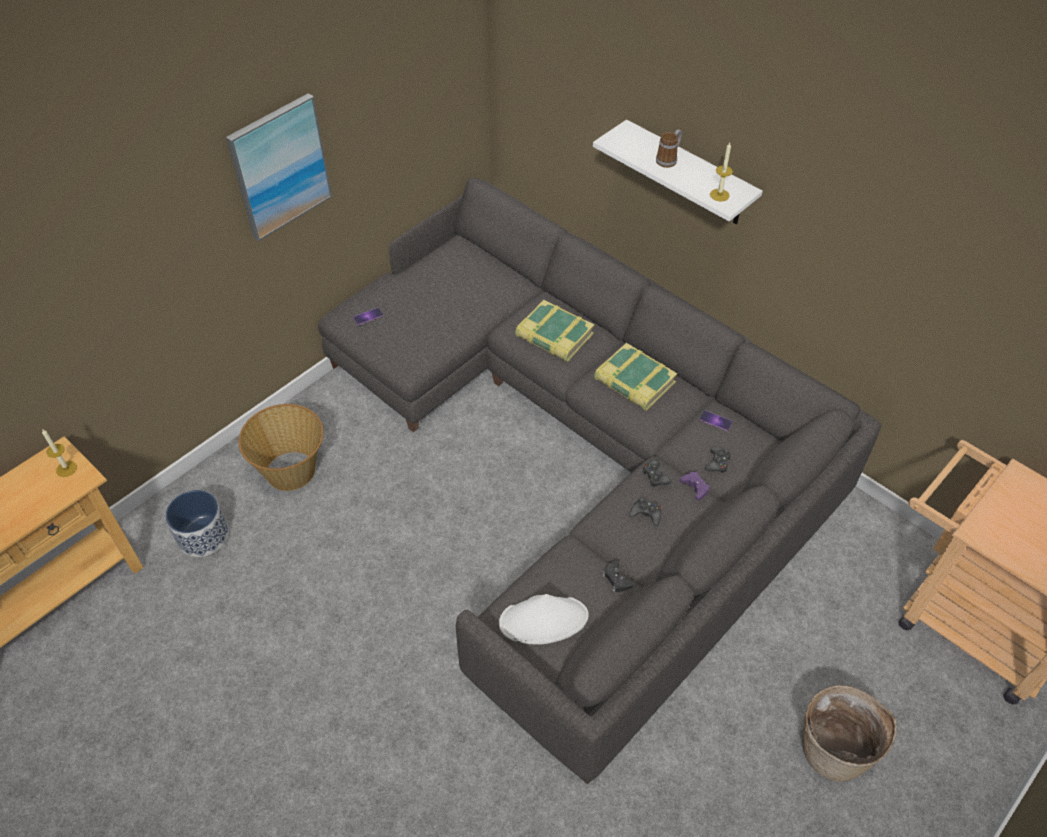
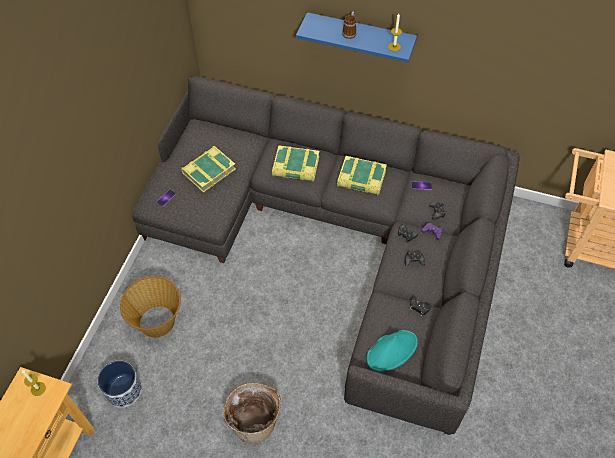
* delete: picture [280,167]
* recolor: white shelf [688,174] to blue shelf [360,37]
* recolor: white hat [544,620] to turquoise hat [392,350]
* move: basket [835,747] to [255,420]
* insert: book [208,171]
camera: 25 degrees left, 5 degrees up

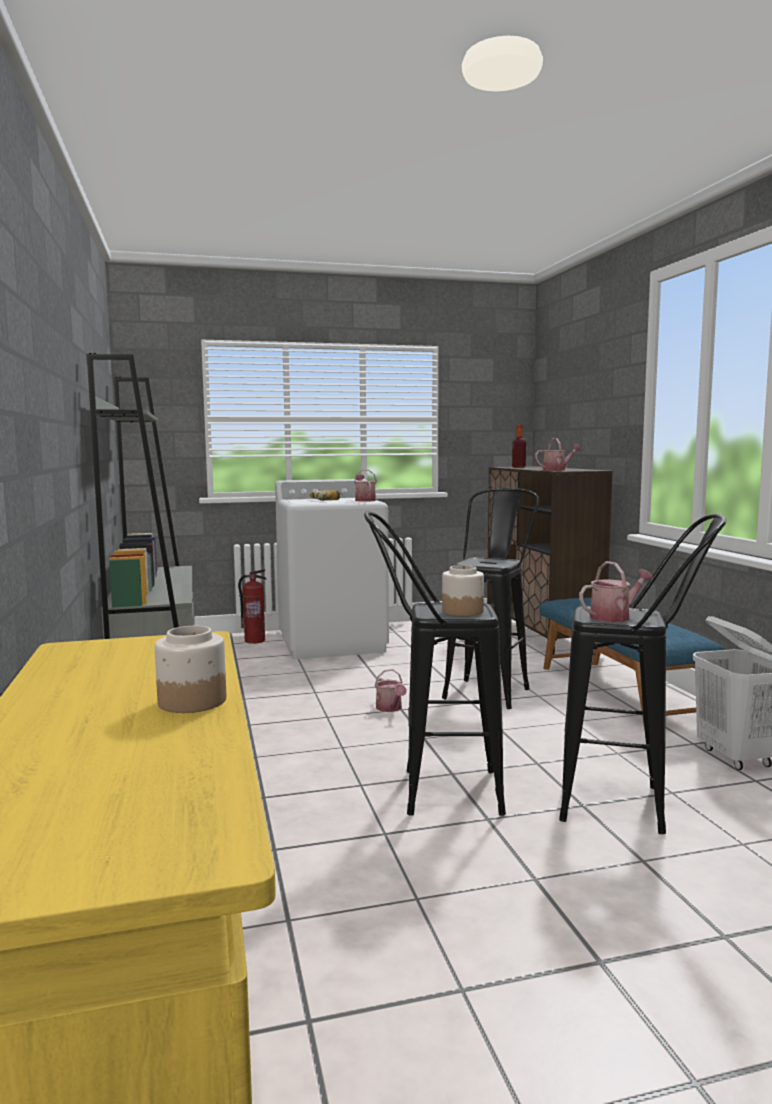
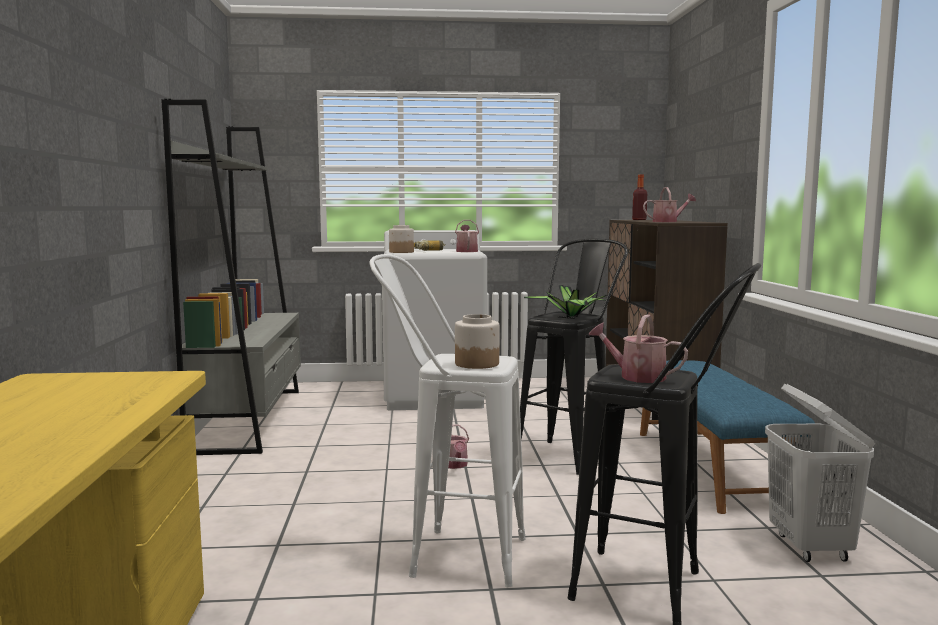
* recolor: black stool [432,792] to white stool [449,555]
* rotate: watering can [614,617] = [636,377] 135 degrees counterclockwise
* delete: fire extinguisher [255,640]
* move: jar [191,701] to [401,252]
* insert: potted plant [571,317]
camera: 10 degrees right, 0 degrees up

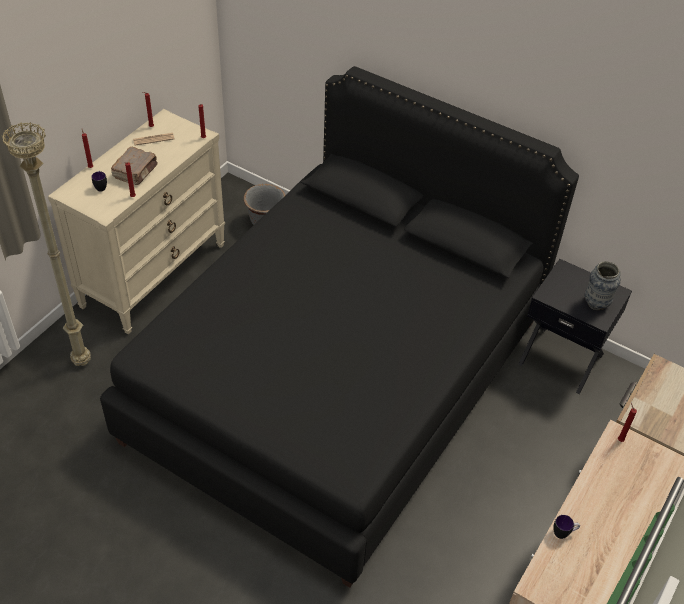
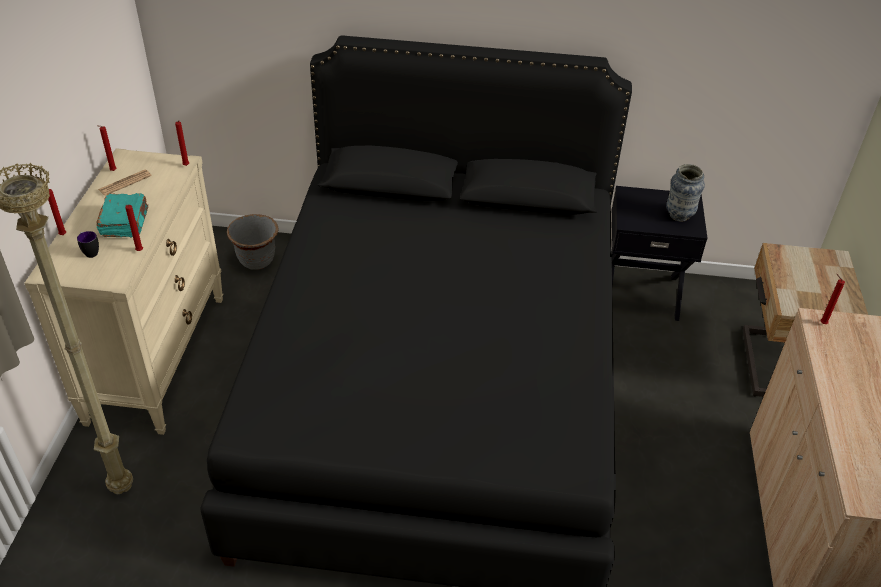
* recolor: brown book [136,172] to turquoise book [125,223]
* delete: mug [563,533]
camera: 25 degrees left, 5 degrees down

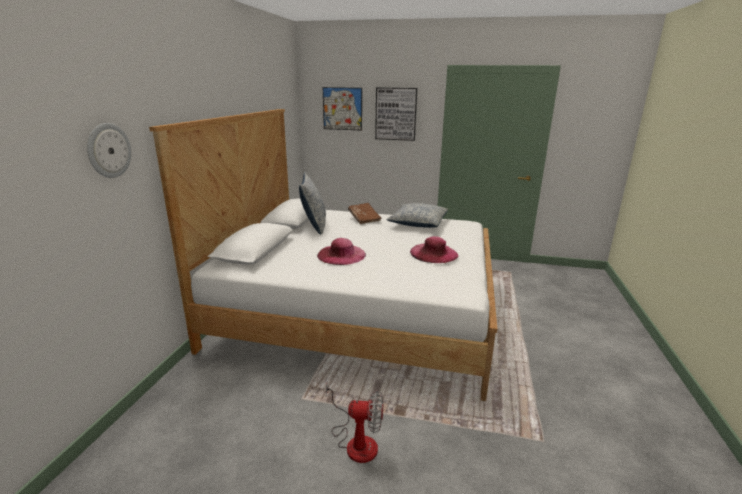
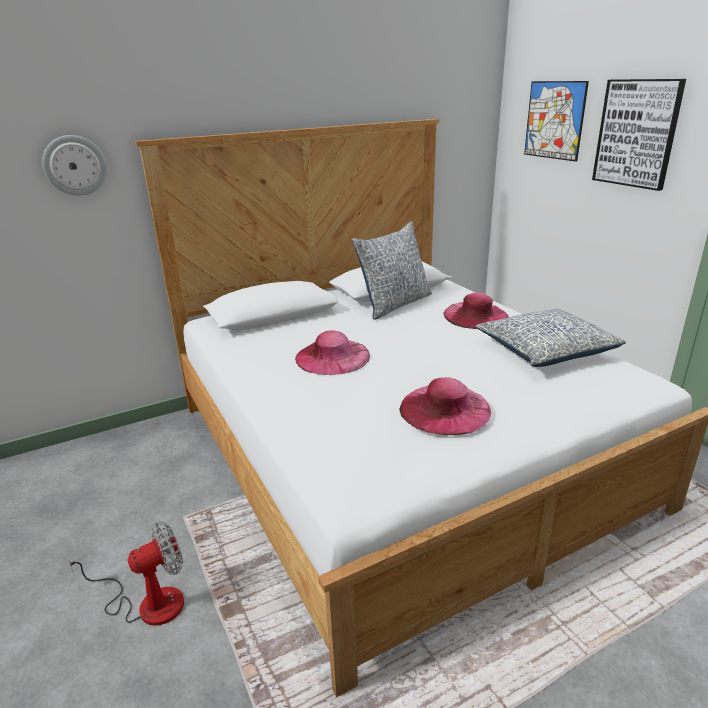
* replace: brown book [364,219] to pink hat [475,315]
* rotate: fan [356,441] = [147,602] 90 degrees counterclockwise
camera: 50 degrees right, 5 degrees up

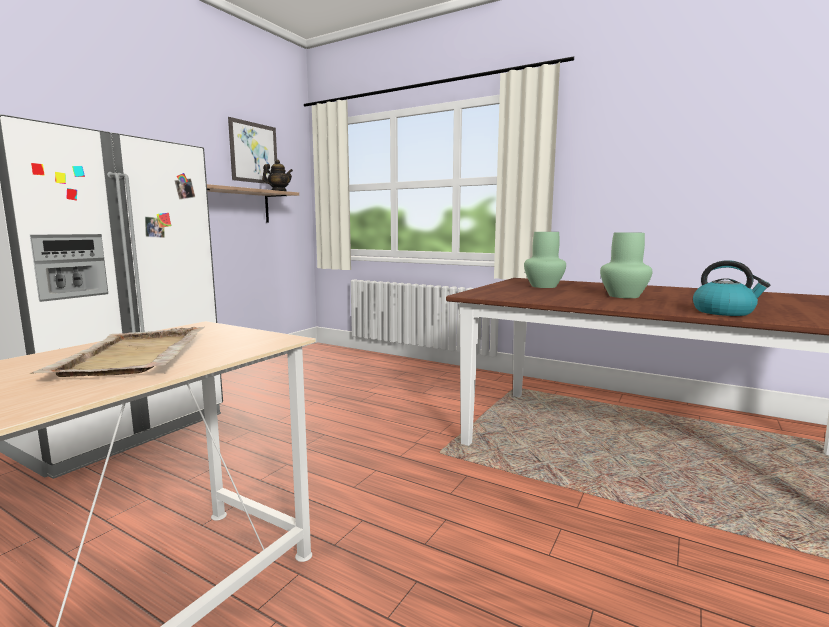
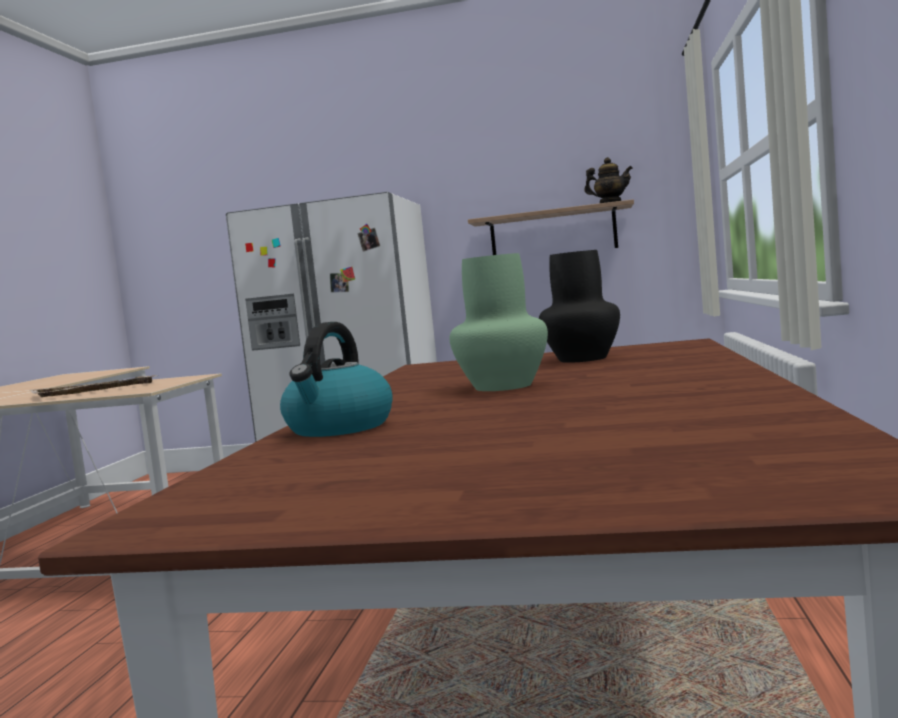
* delete: picture [254,153]
* recolor: green vase [544,286] to black vase [581,359]
camera: 70 degrees right, 5 degrees down

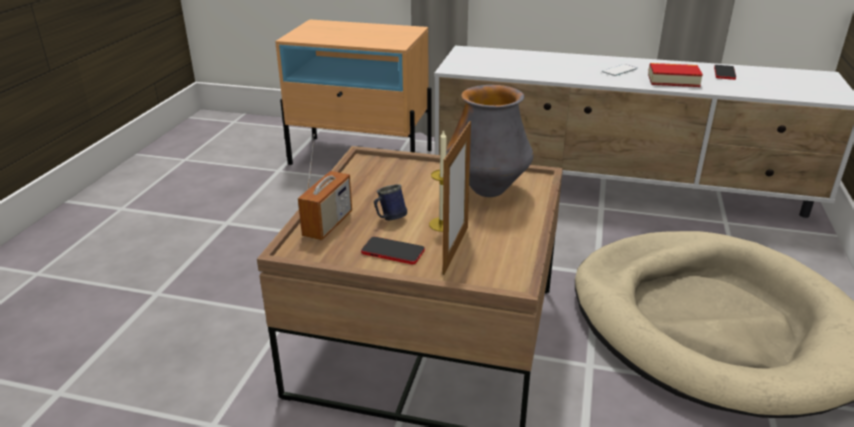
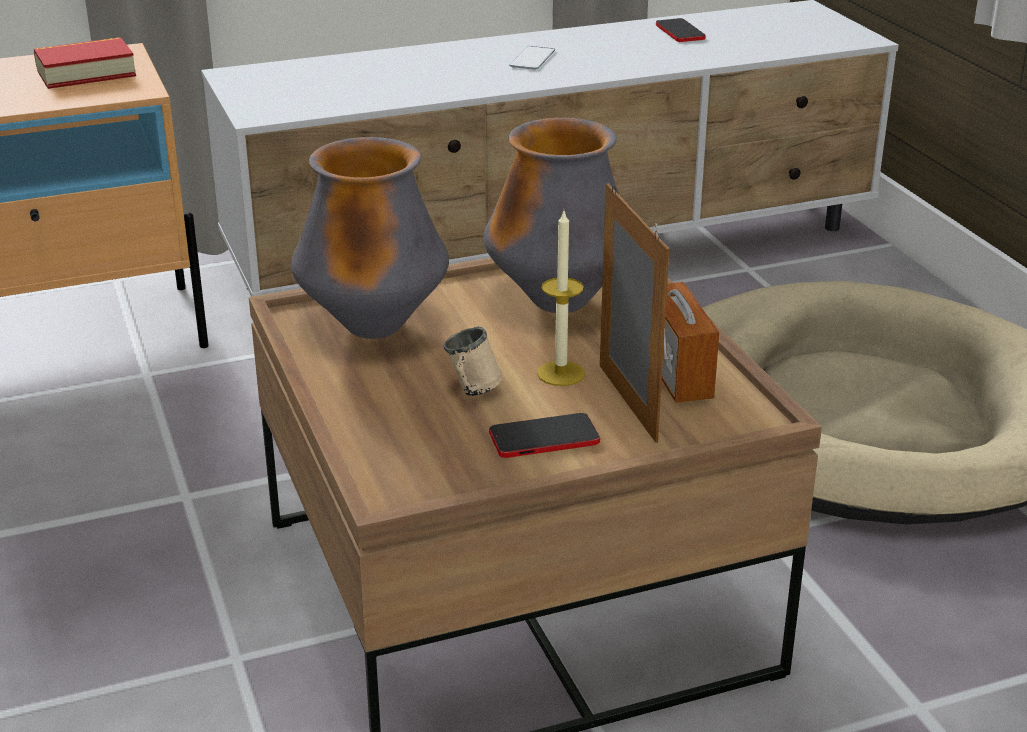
* move: book [673,80] to [86,73]
* move: radio [328,224] to [677,376]
* recolor: blue mug [389,219] to beige mug [471,393]
* insert: vase [374,328]
camera: 35 degrees left, 0 degrees up

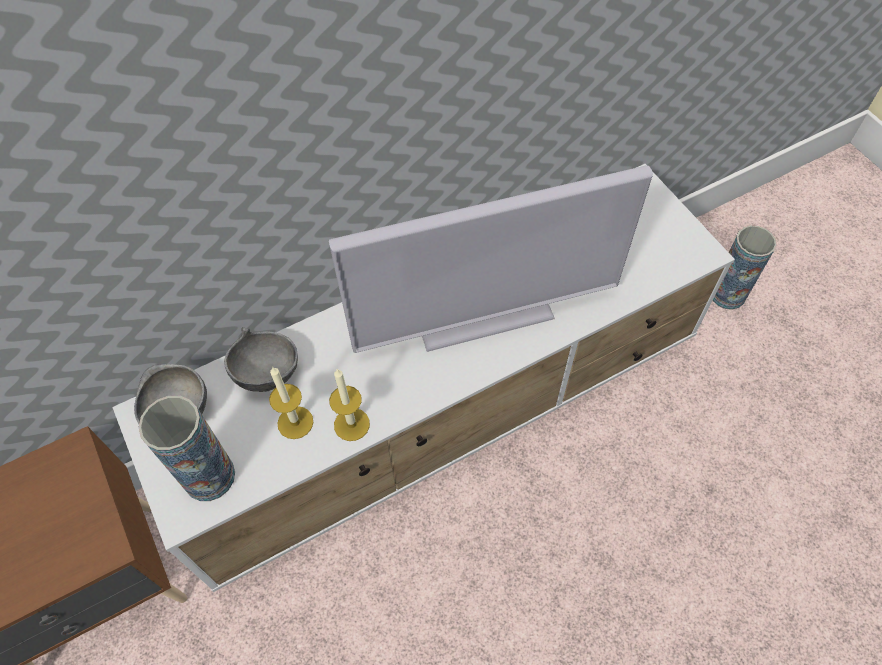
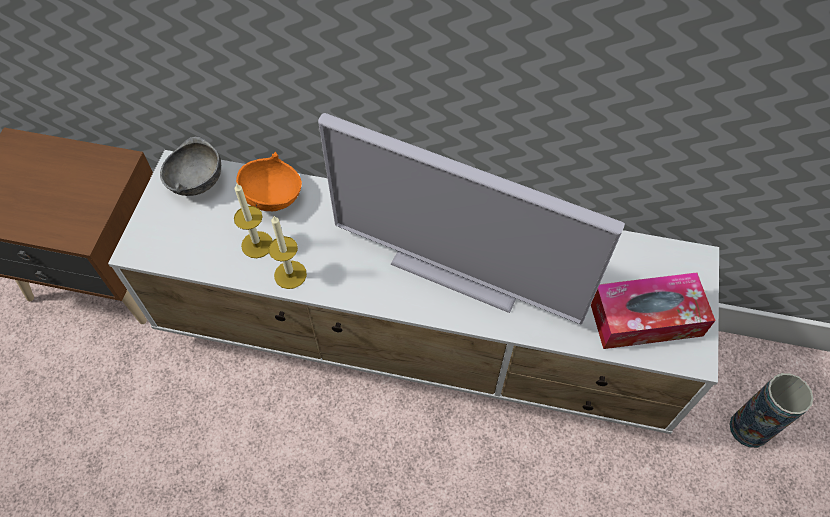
* recolor: grey bowl [268,372] to orange bowl [273,197]
* delete: vase [209,476]
* insert: tissue box [645,318]
camera: 40 degrees right, 0 degrees up

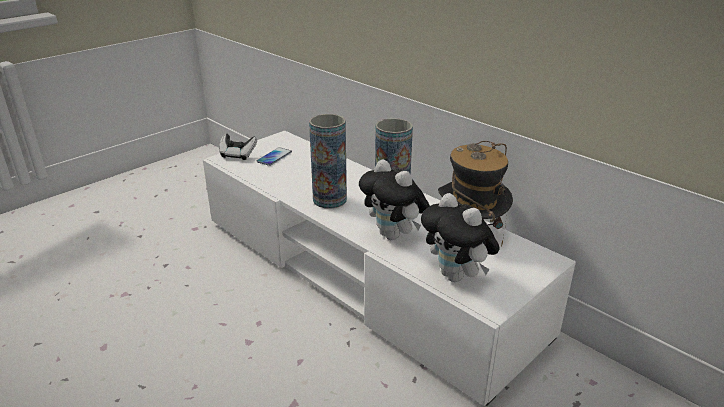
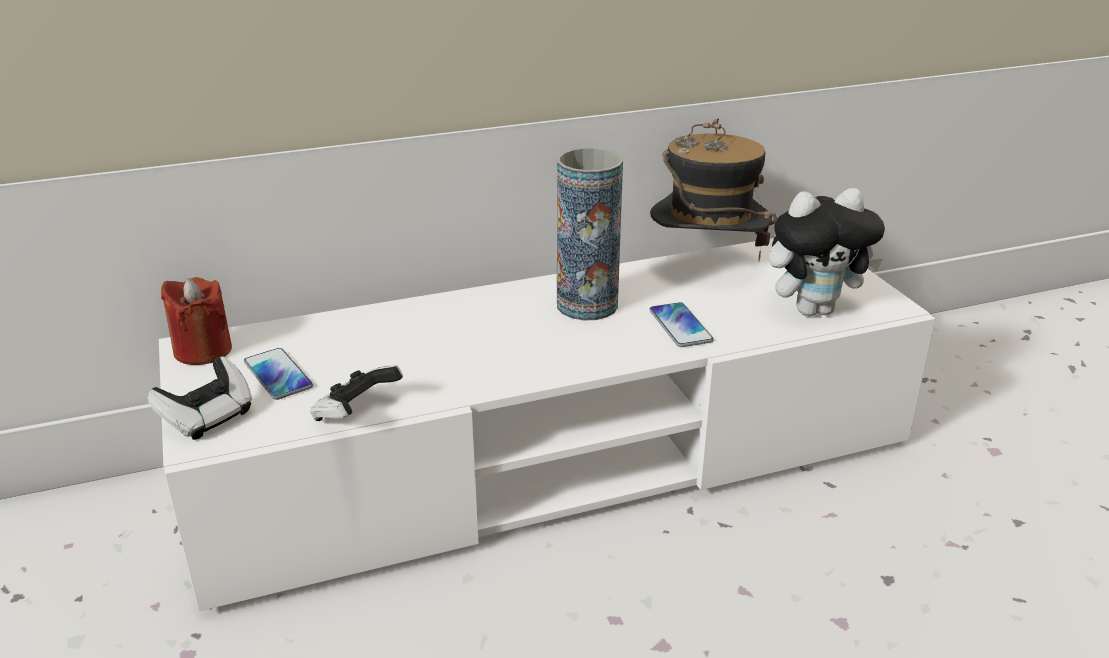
* delete: vase [329,200]
* replace: plush toy [394,235] to phone [680,326]
* insert: red candle [203,350]
* insert: game controller [356,414]
camera: 65 degrees left, 0 degrees up

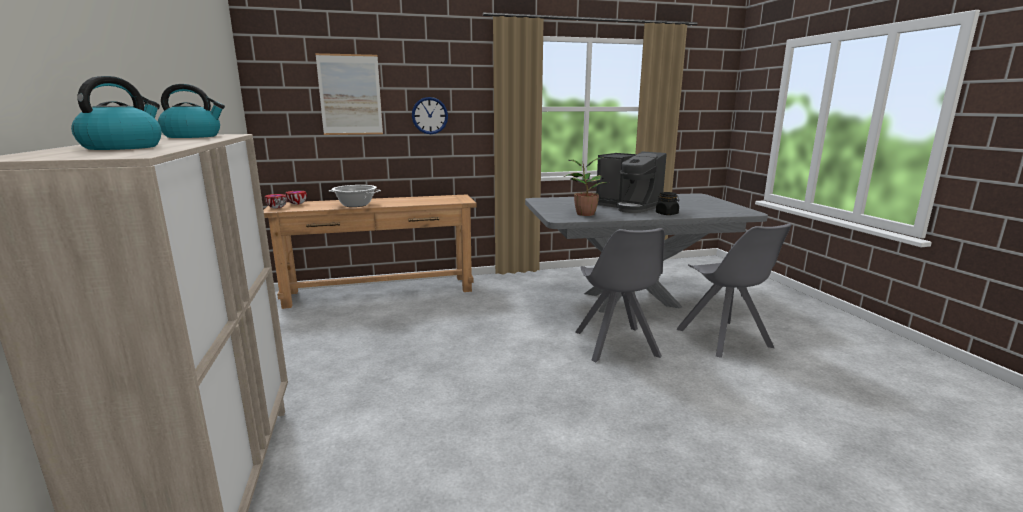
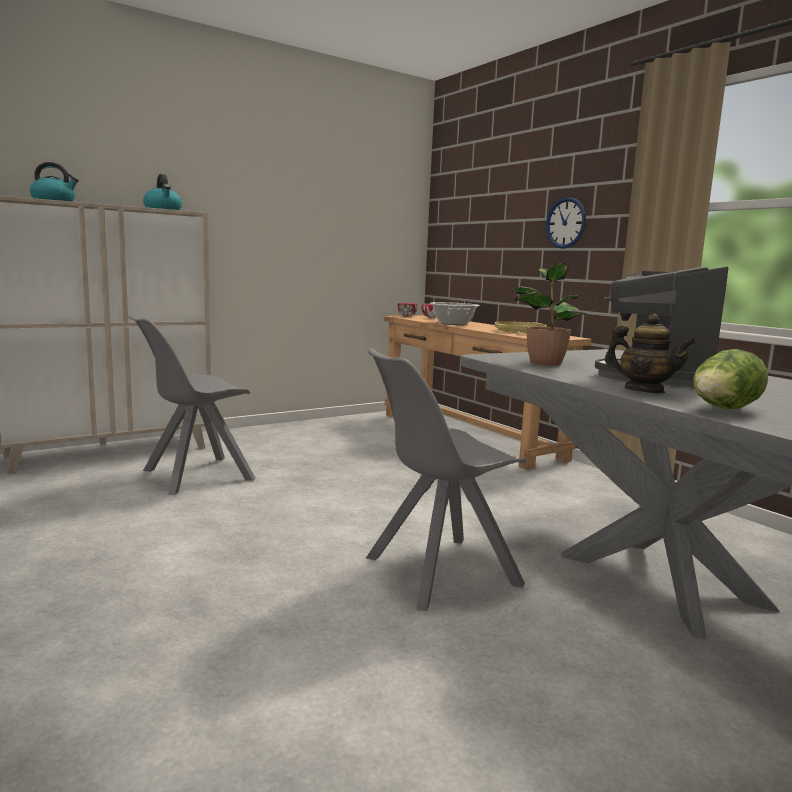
* delete: picture [350,95]
* replace: black jar [667,214] to teapot [644,391]
* move: grey chair [725,339] to [195,476]
* insert: yellow tray [519,331]
* insert: lettuce [723,410]
camera: 70 degrees right, 5 degrees down

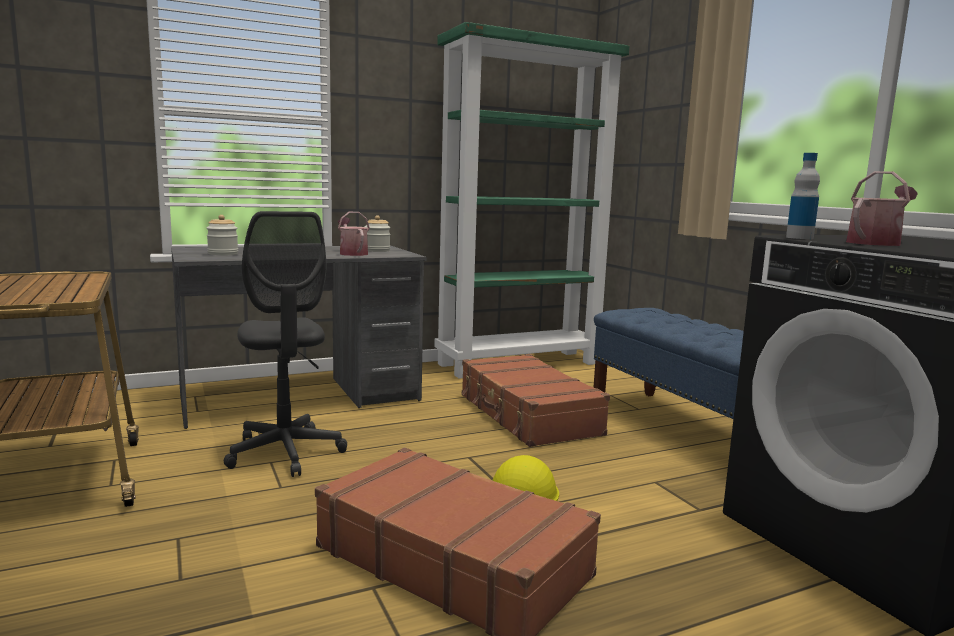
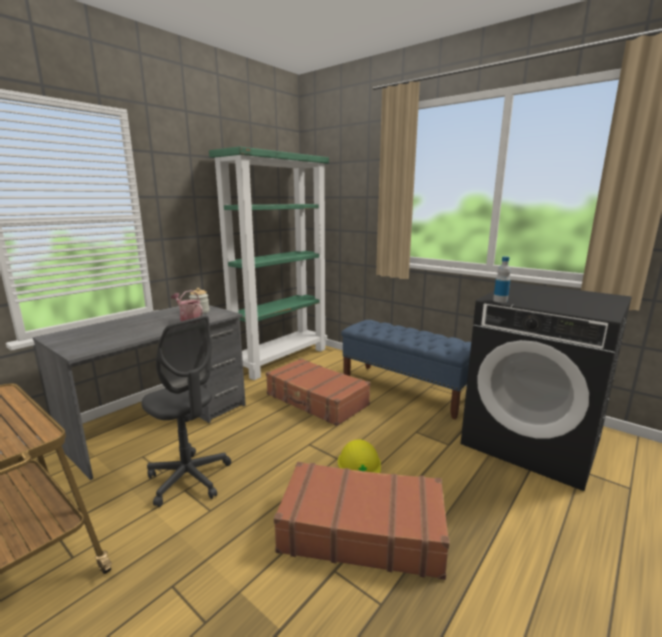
* delete: watering can [876,243]
* delete: jar [223,254]
camera: 25 degrees left, 5 degrees up

